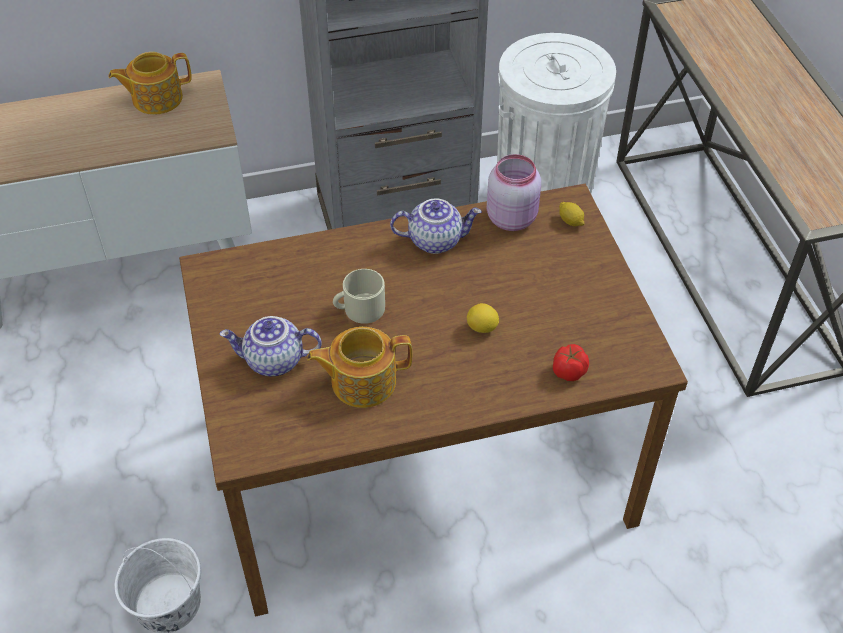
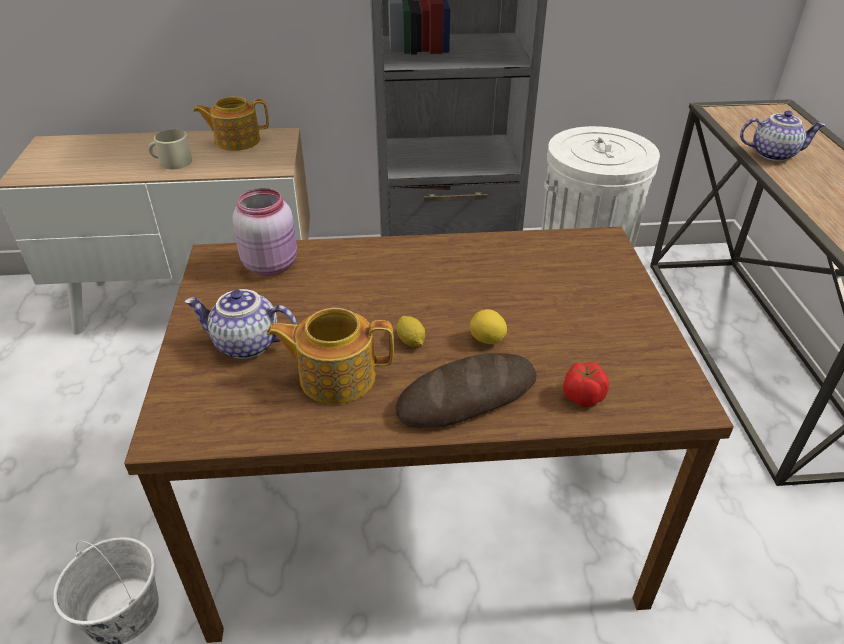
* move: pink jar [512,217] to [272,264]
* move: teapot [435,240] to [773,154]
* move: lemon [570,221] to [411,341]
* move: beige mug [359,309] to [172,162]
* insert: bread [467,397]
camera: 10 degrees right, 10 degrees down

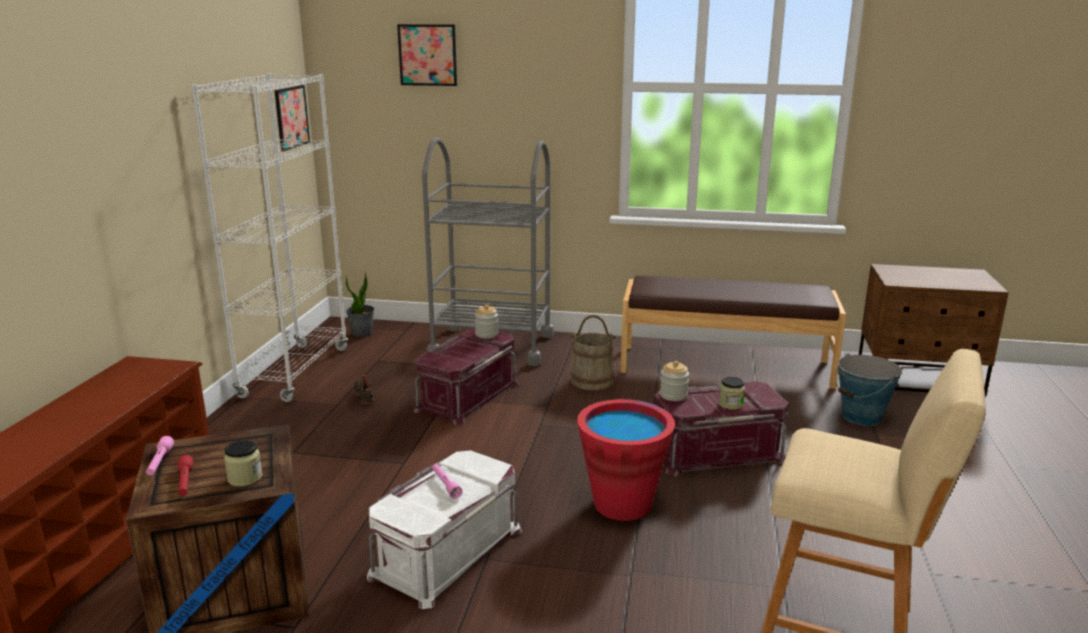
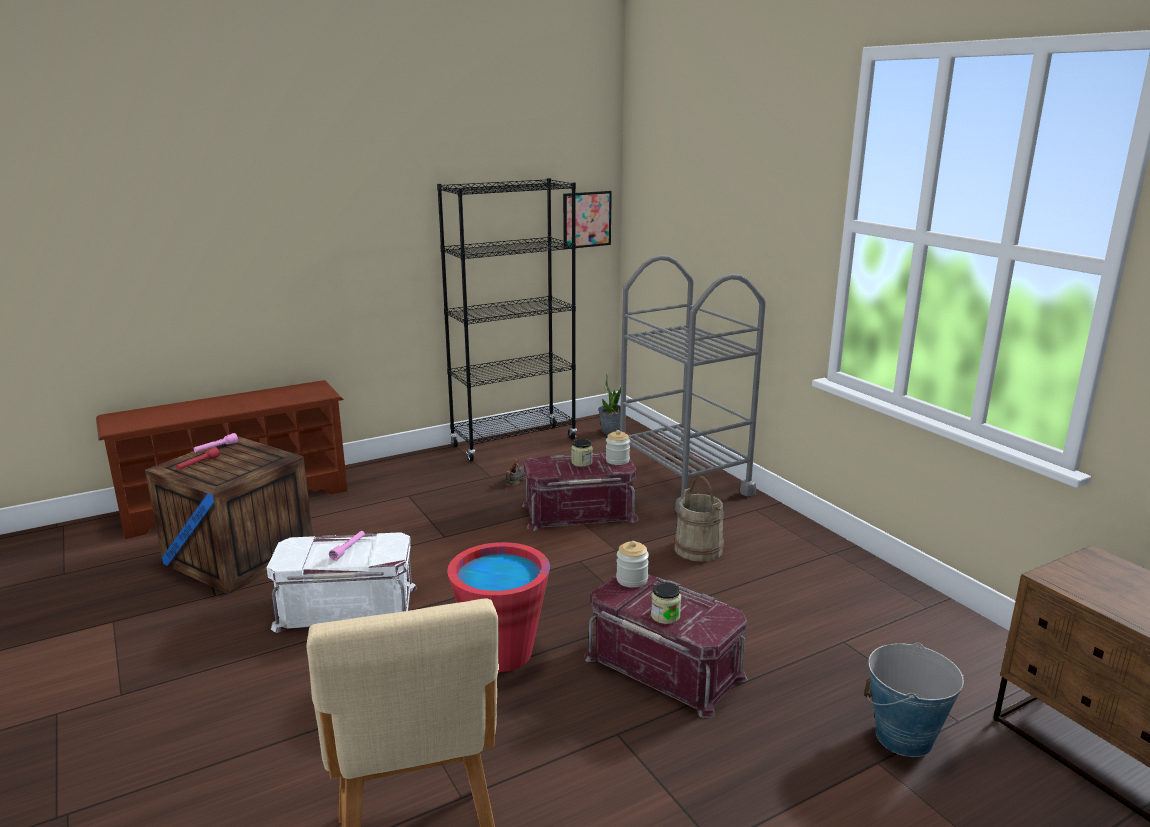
* delete: picture [427,55]
* recolor: white bookcase [295,372] to black bookcase [514,443]
* delete: brown bench [725,365]
* move: jar [245,478] to [581,462]
camera: 50 degrees right, 0 degrees up

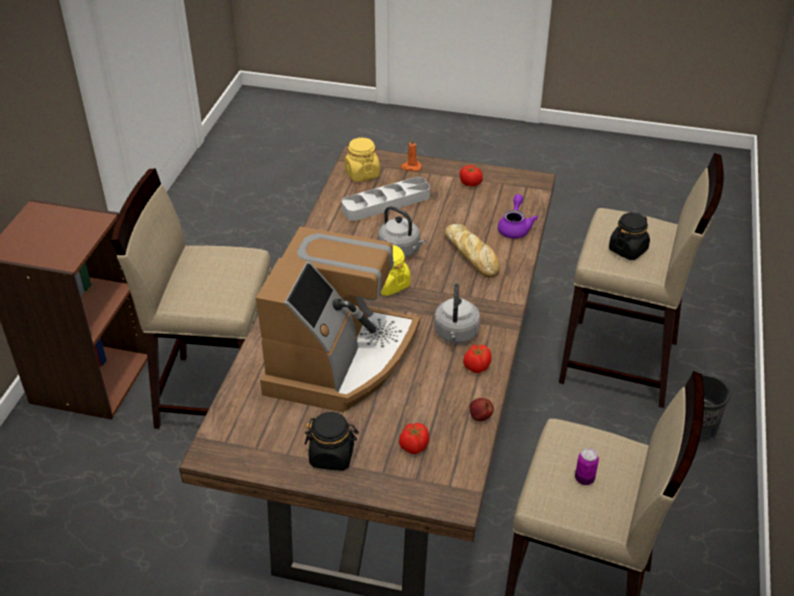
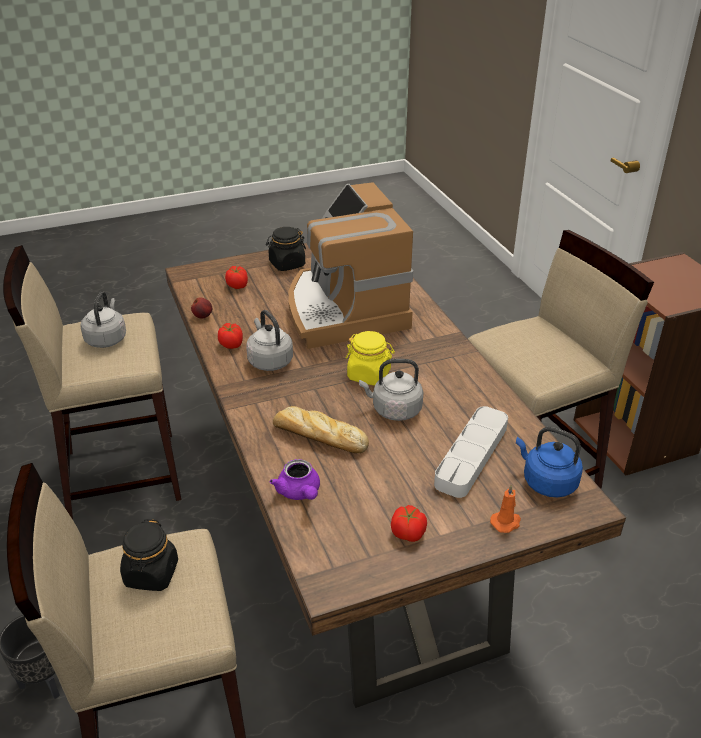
* replace: yellow jar [362,173] to blue kettle [546,482]
* replace: can [584,479] to grey kettle [106,338]
camera: 145 degrees right, 5 degrees down

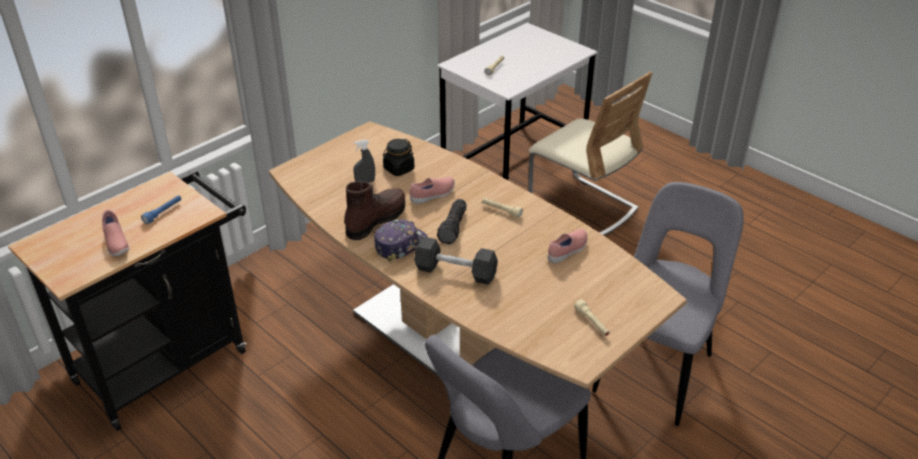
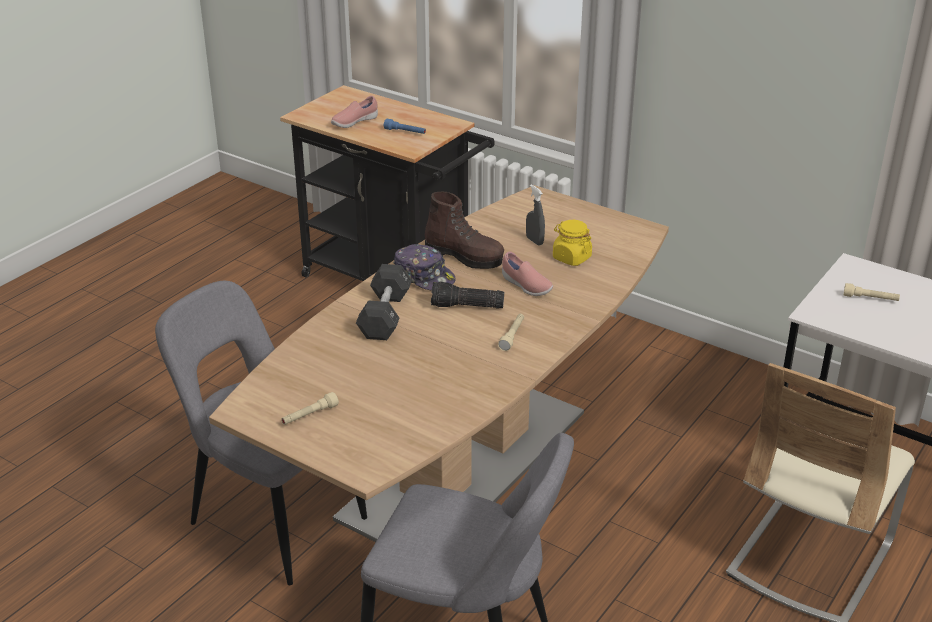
* recolor: black jar [398,169] to yellow jar [571,258]
* delete: pink shoe [568,251]
camera: 80 degrees right, 5 degrees down

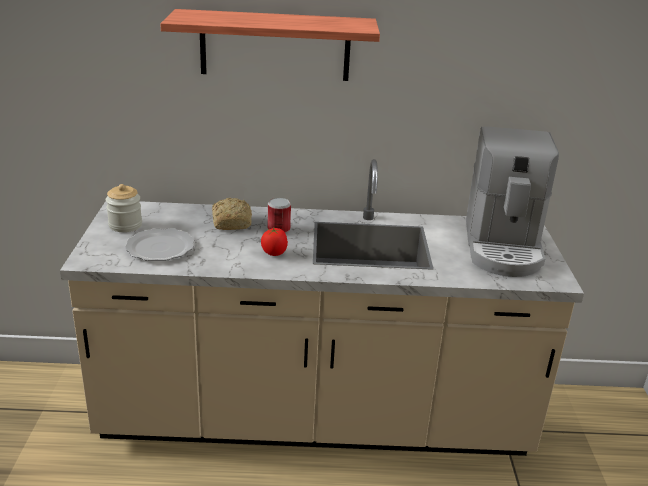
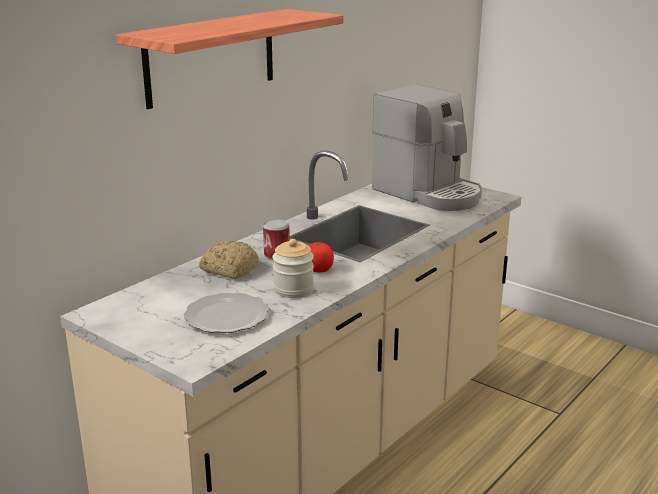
* move: jar [125,225] to [293,290]
camera: 50 degrees left, 5 degrees down

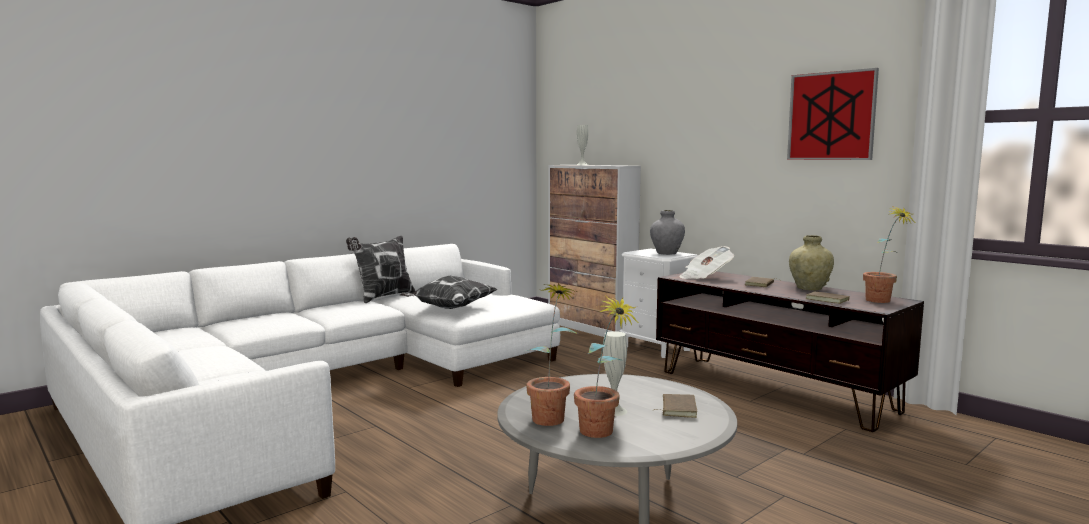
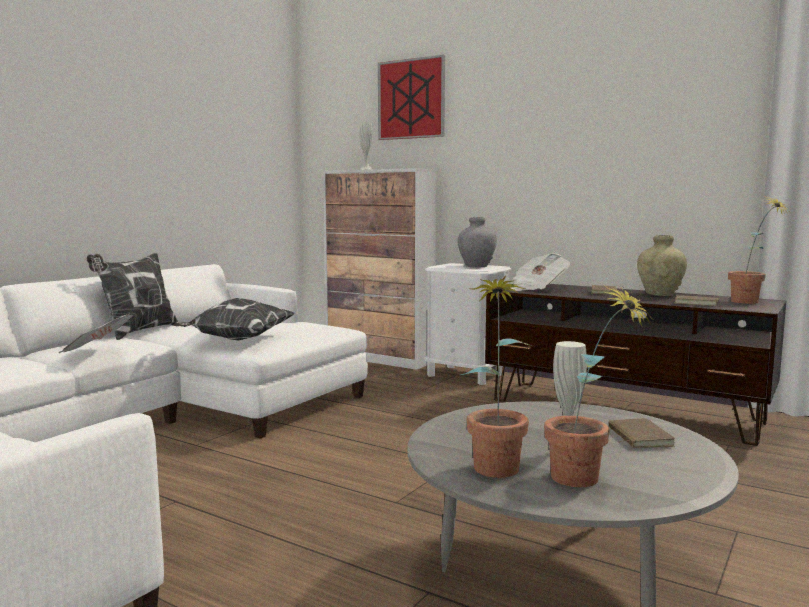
* move: picture [831,116] to [411,99]
* insert: newspaper [97,352]
camera: 15 degrees left, 0 degrees up

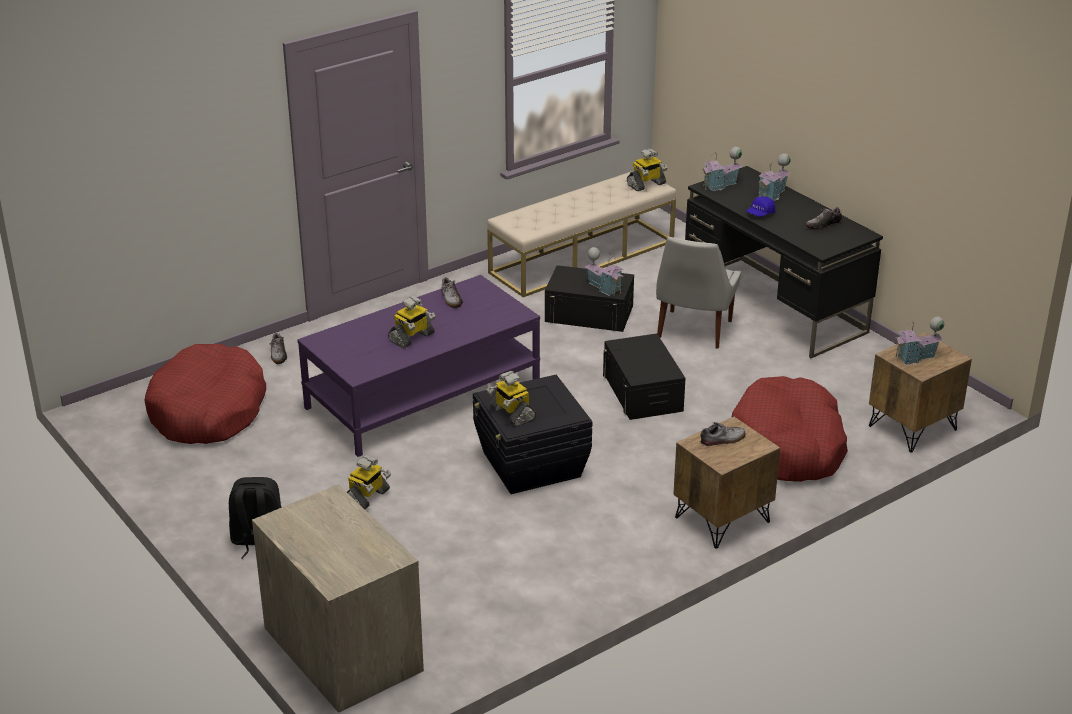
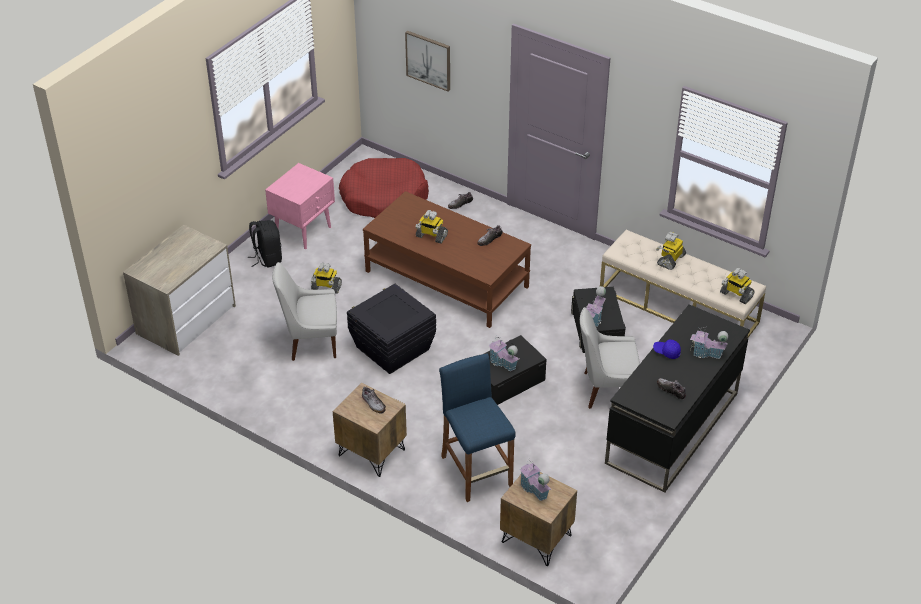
* move: toy house [721,185] to [502,363]
* recolor: purple coffee table [423,395] to brown coffee table [447,279]
* move: toy robot [511,414] to [670,259]
* replace: red dog bed [788,446] to blue stool [476,471]
* insert: picture [428,60]
* insert: pink nightstand [304,230]
* insert: white chair [310,342]
camera: 70 degrees right, 10 degrees up

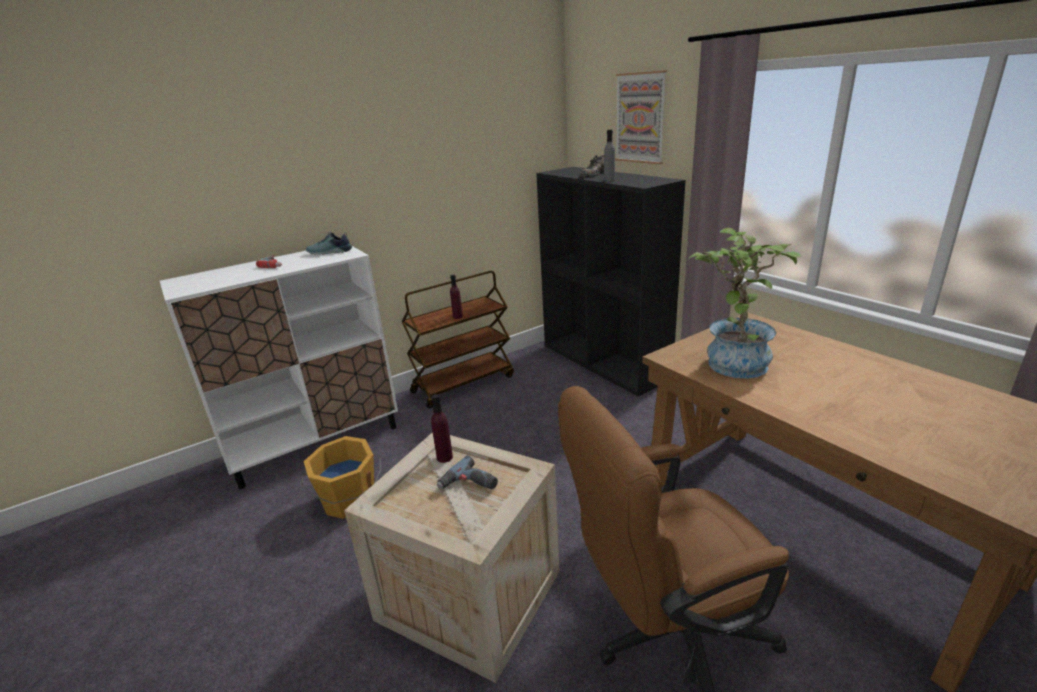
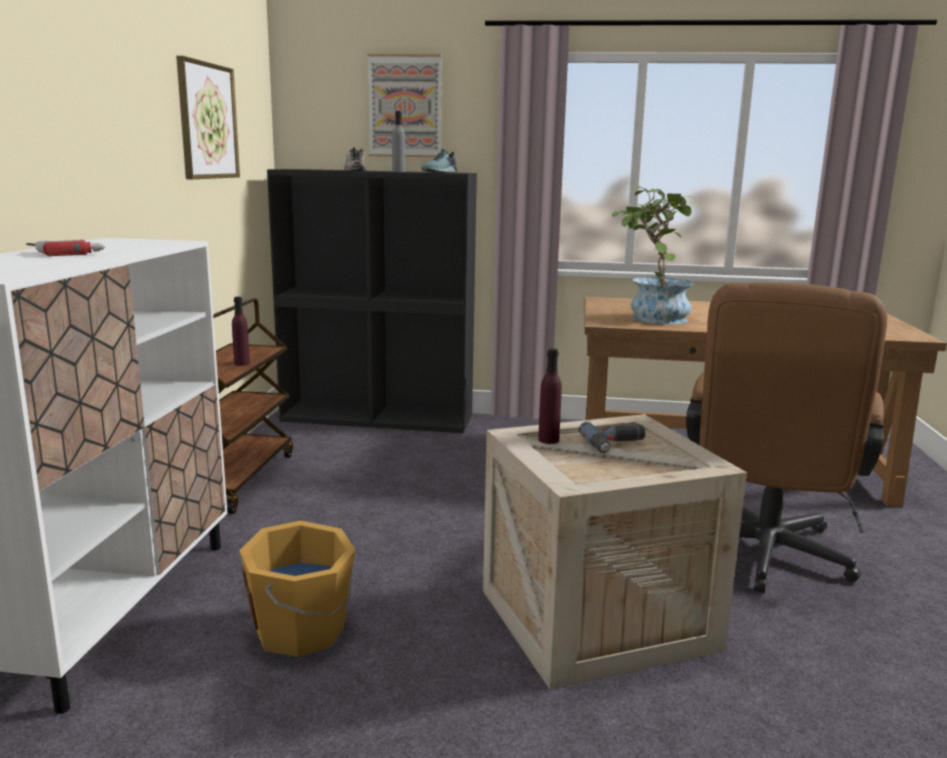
* move: shoe [329,252] to [440,172]
* insert: picture [207,121]
camera: 50 degrees left, 10 degrees down

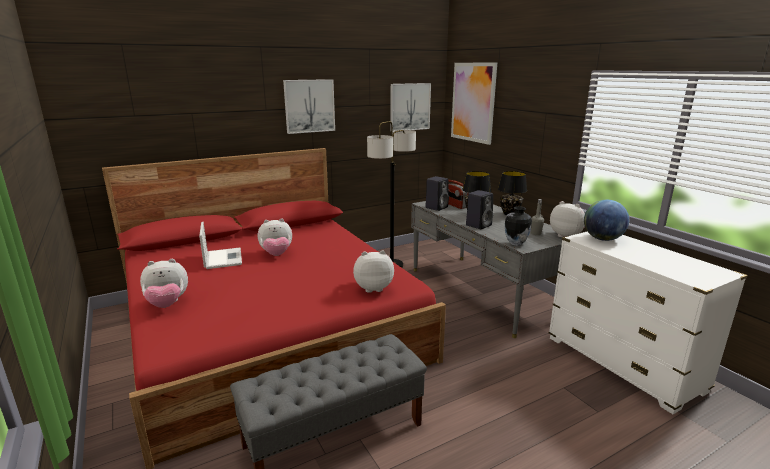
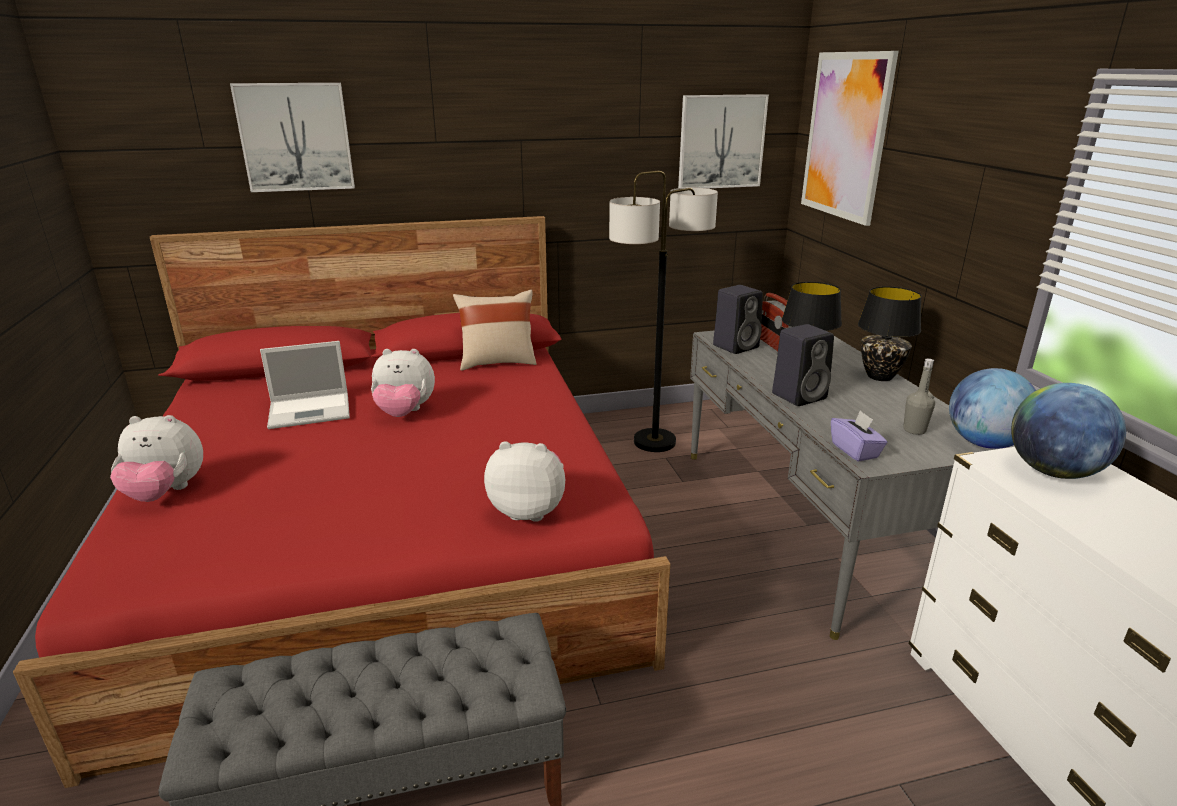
* move: picture [309,106] to [295,137]
* replace: plush toy [566,235] to globe [984,443]
* replace: vase [515,244] to purple tissue box [855,451]
* rotate: laptop [223,258] = [311,410] 75 degrees clockwise
* insert: beige pillow [497,362]
camera: 15 degrees right, 5 degrees up

